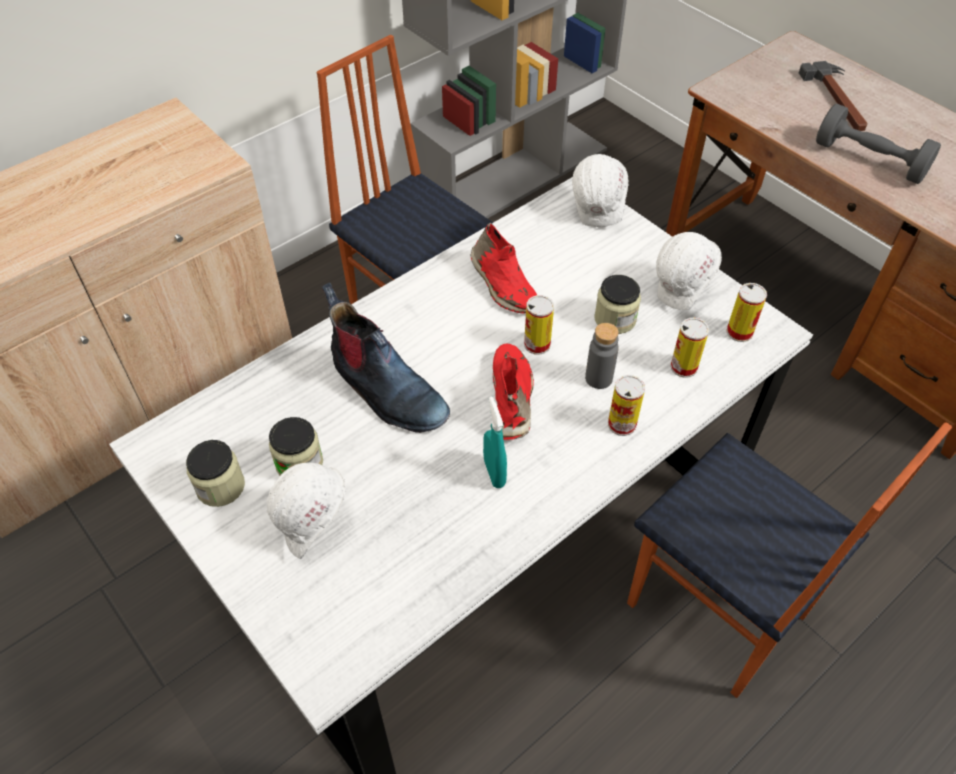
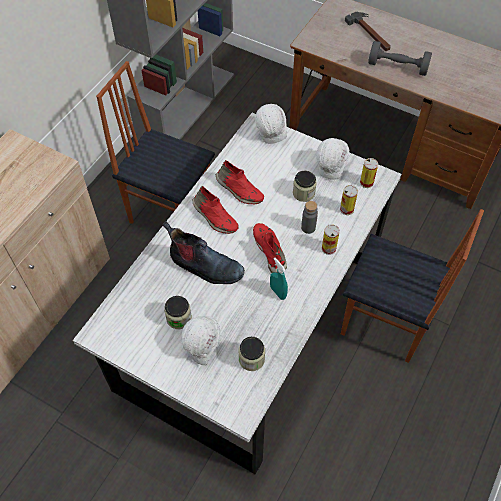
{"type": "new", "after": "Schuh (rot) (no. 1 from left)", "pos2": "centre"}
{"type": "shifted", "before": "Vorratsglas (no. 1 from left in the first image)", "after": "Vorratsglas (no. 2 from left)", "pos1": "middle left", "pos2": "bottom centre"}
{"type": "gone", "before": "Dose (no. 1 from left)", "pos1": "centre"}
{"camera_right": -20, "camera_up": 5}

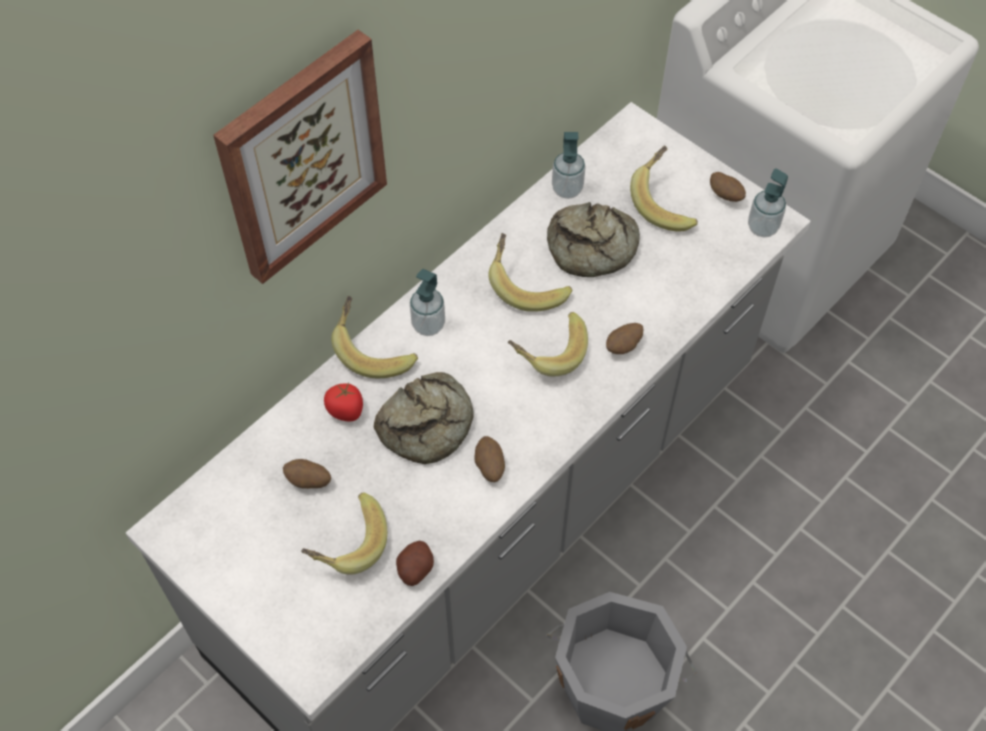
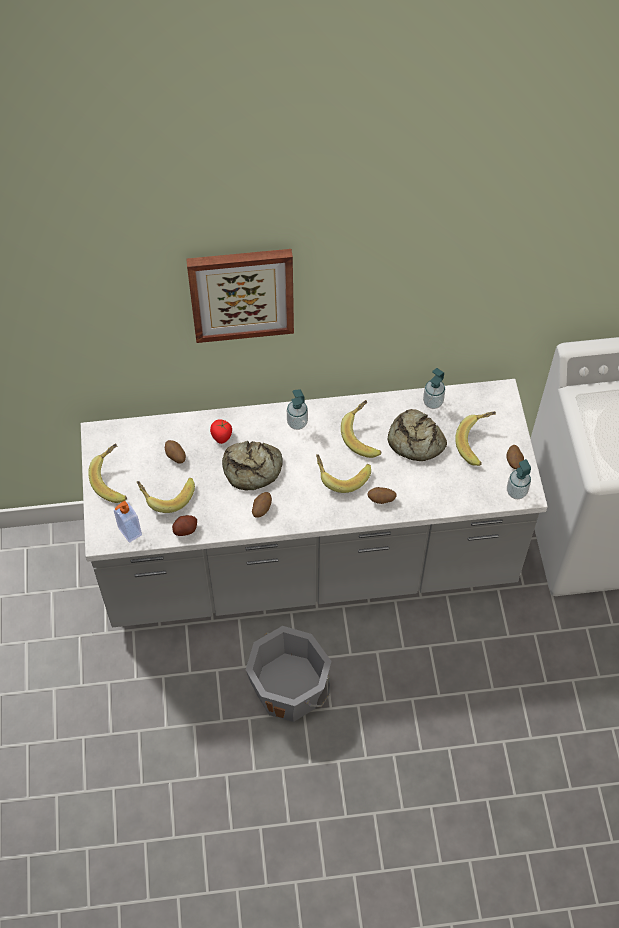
{"type": "shifted", "before": "Banane (no. 2 from left in the first image)", "after": "Banane (no. 1 from left)", "pos1": "centre", "pos2": "middle left"}
{"type": "new", "after": "Seifenspender (no. 1 from left)", "pos2": "middle left"}
{"camera_right": 40, "camera_up": 0}

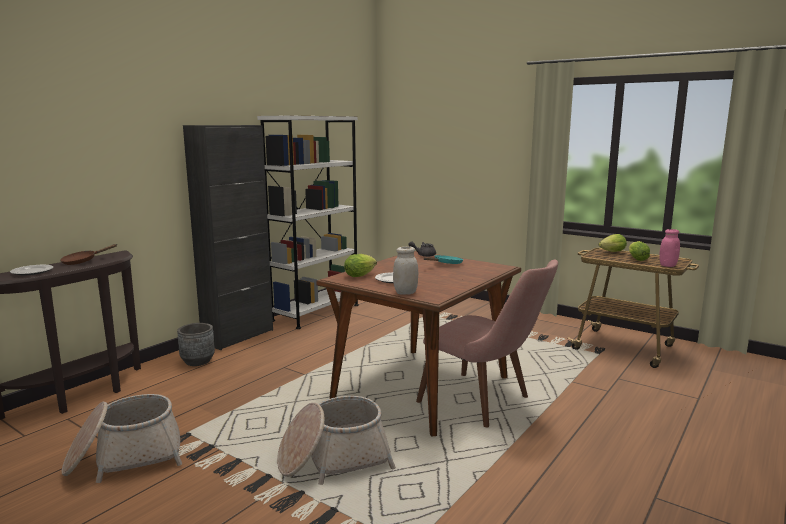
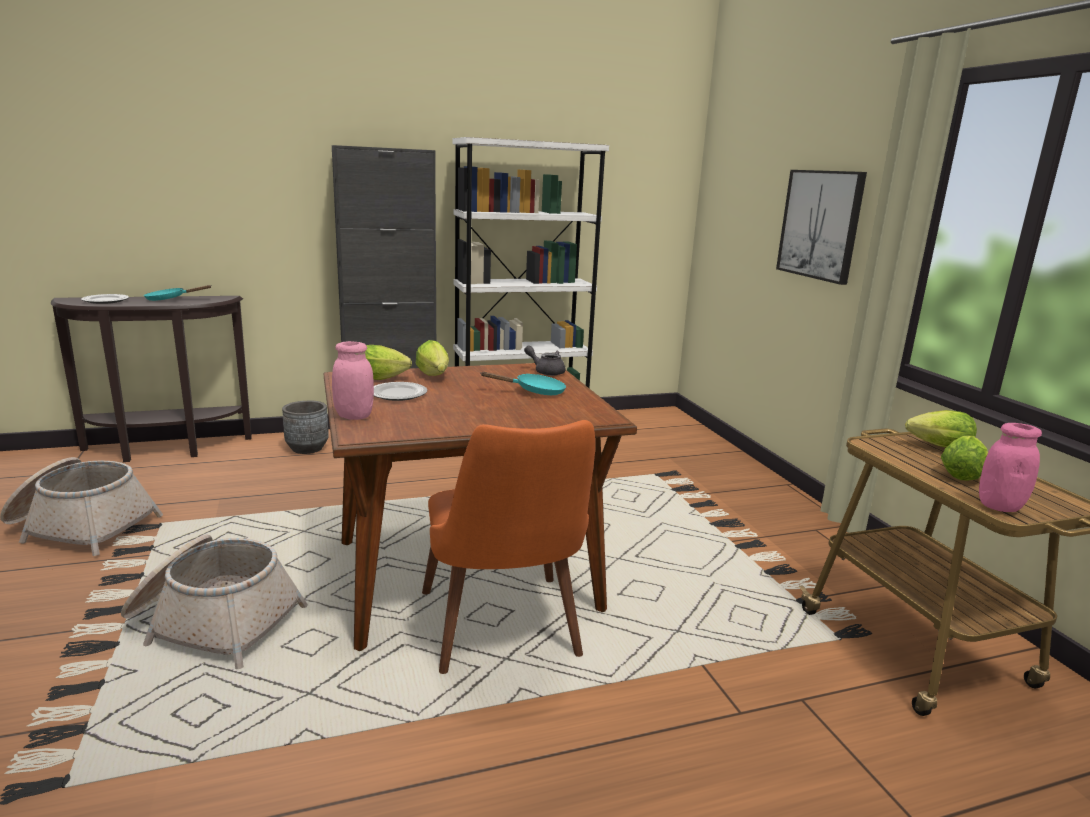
{"type": "repainted", "before": "Pfanne (braun)", "after": "Pfanne (türkis) (no. 1 from left)", "pos1": "middle left", "pos2": "middle left"}
{"type": "repainted", "before": "Vorratsglas (weiß)", "after": "Vorratsglas (rosa) (no. 1 from left)", "pos1": "centre", "pos2": "middle left"}
{"type": "new", "after": "Salatkopf (no. 2 from left)", "pos2": "centre"}
{"type": "repainted", "before": "Stuhl (rosa)", "after": "Stuhl (orange)", "pos1": "centre", "pos2": "bottom centre"}
{"type": "new", "after": "Bild", "pos2": "top right"}
{"camera_right": 35, "camera_up": 5}

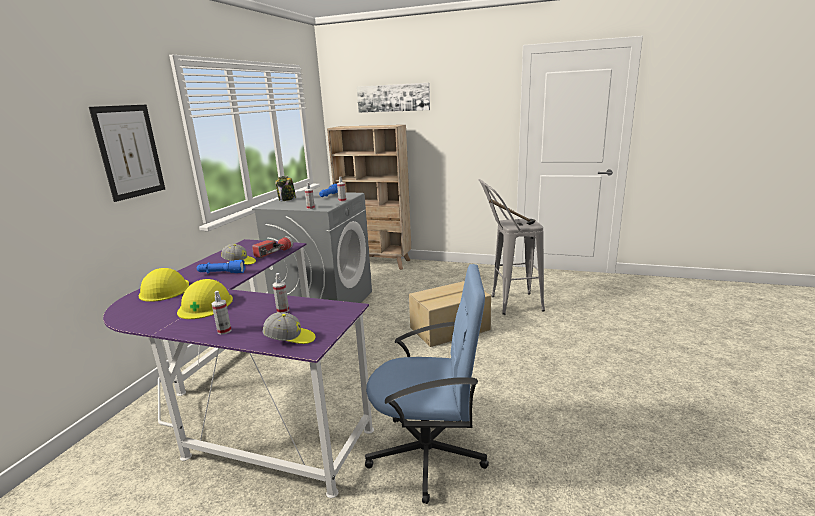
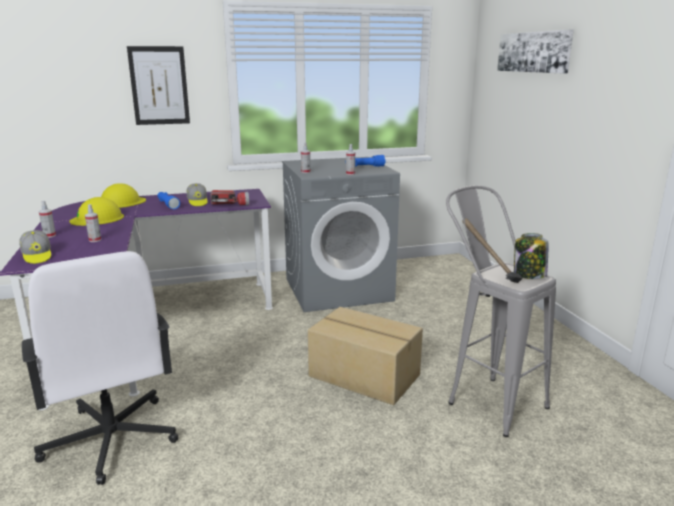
{"type": "repainted", "before": "Bürostuhl (blau)", "after": "Bürostuhl (weiß)", "pos1": "bottom centre", "pos2": "bottom left"}
{"type": "shifted", "before": "Vorratsglas", "pos1": "centre", "pos2": "middle right"}
{"type": "gone", "before": "Bücherregal (beige)", "pos1": "centre"}
{"camera_right": 55, "camera_up": 0}

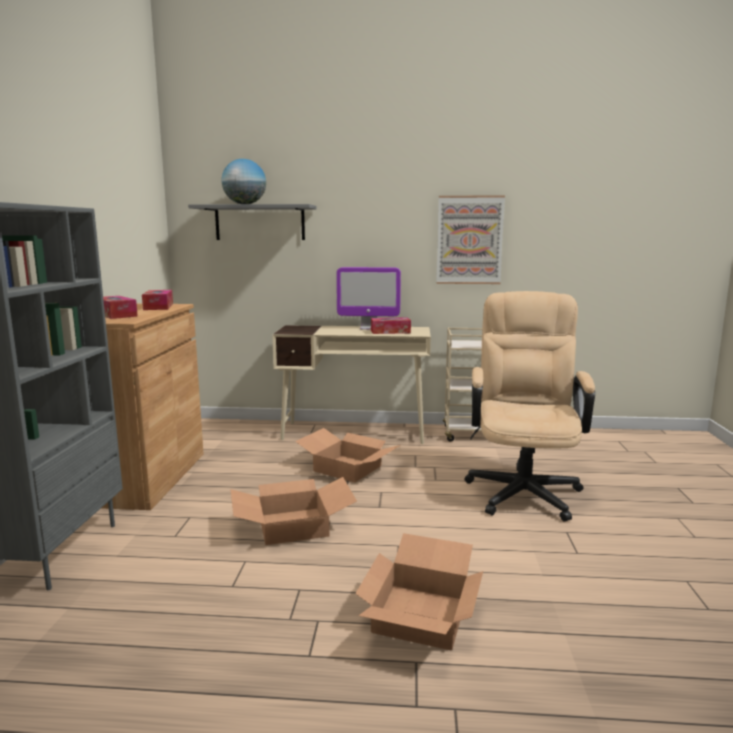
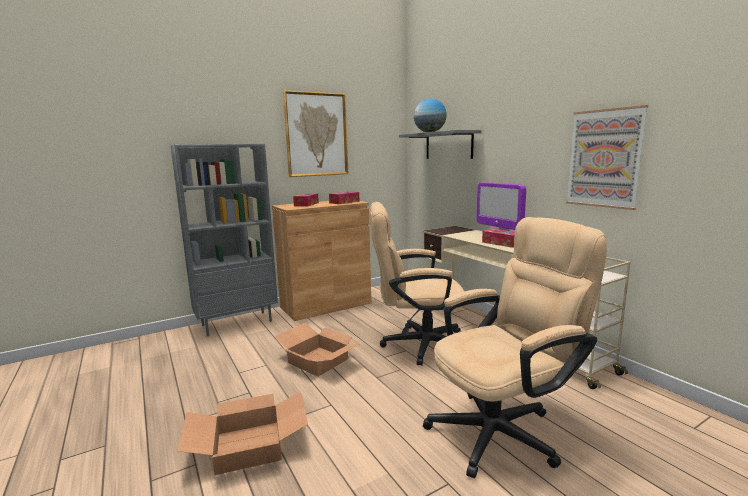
{"type": "new", "after": "Bild (no. 1 from left)", "pos2": "top centre"}
{"type": "swapped", "before": "Karton (no. 2 from left)", "after": "Bürostuhl (beige) (no. 1 from left)", "pos1": "centre", "pos2": "centre"}
{"camera_right": 55, "camera_up": 0}

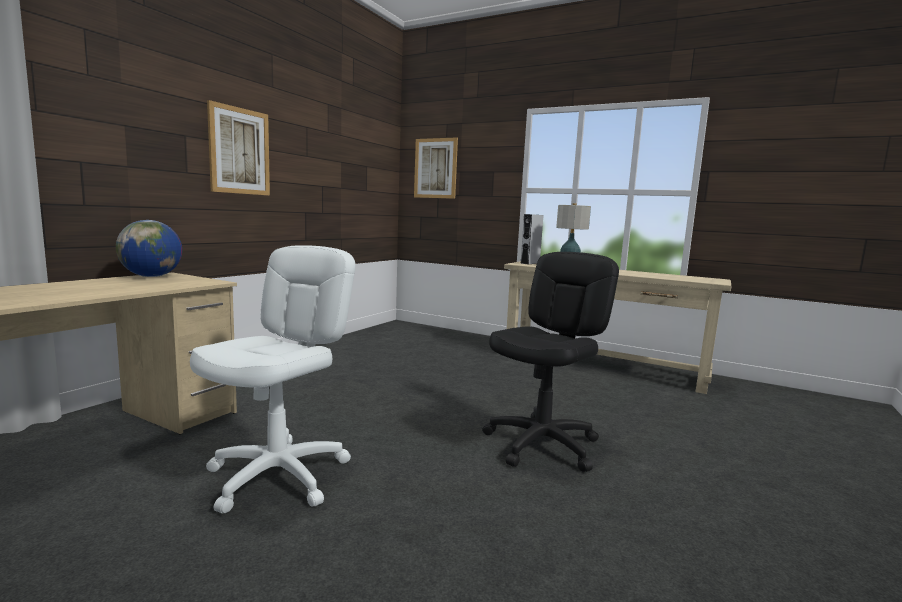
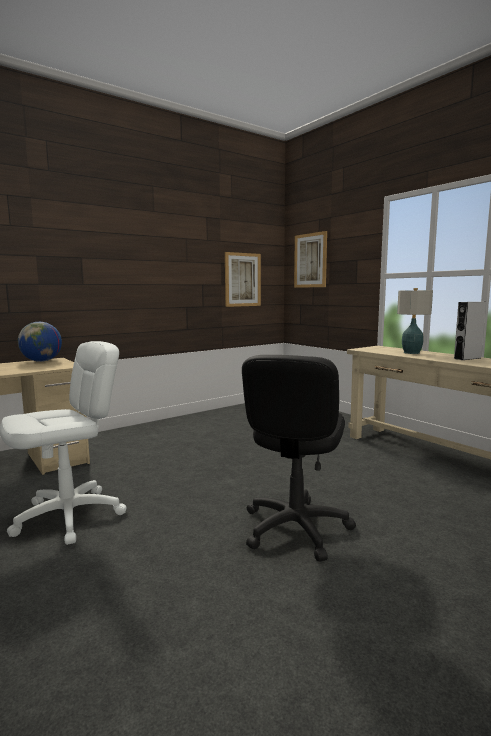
{"type": "shifted", "before": "Bild (no. 1 from left)", "pos1": "top left", "pos2": "centre"}
{"type": "rotated", "before": "Bürostuhl (schwarz)", "pos1": "centre", "pos2": "centre", "turn": 135}
{"type": "shifted", "before": "Lautsprecher (grau)", "pos1": "centre", "pos2": "middle right"}
{"camera_right": 25, "camera_up": 0}

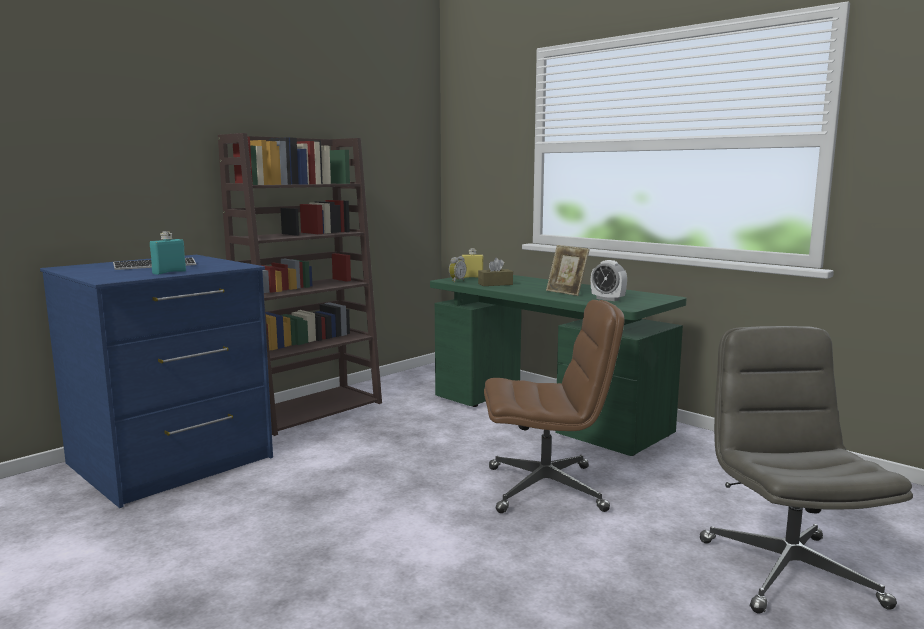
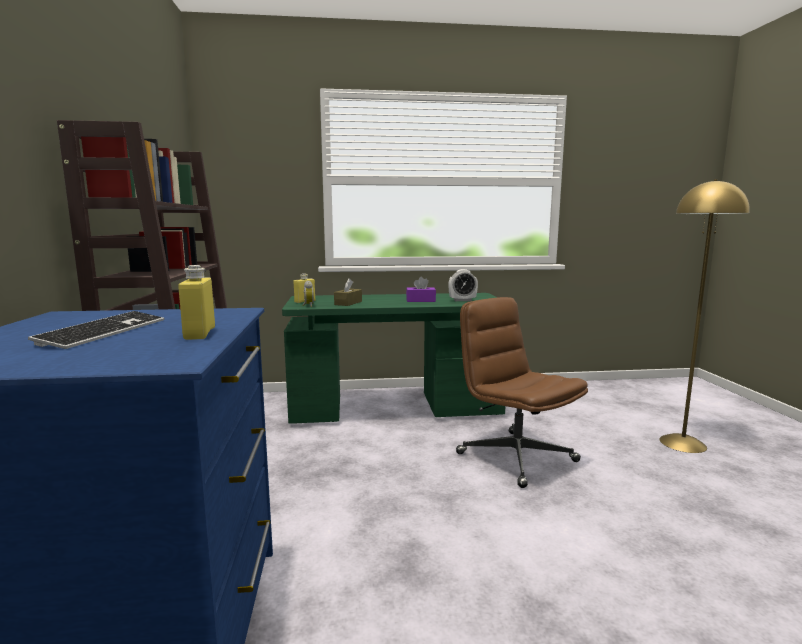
{"type": "repainted", "before": "Flasche (türkis)", "after": "Flasche (gelb) (no. 1 from left)", "pos1": "middle left", "pos2": "middle left"}
{"type": "swapped", "before": "Bilderrahmen", "after": "Taschentuchbox (lila)", "pos1": "centre", "pos2": "centre"}
{"type": "rotated", "before": "Bürostuhl (braun)", "pos1": "centre", "pos2": "centre", "turn": -75}
{"type": "swapped", "before": "Bürostuhl (grau)", "after": "Stehlampe (gelb)", "pos1": "bottom right", "pos2": "middle right"}
{"camera_right": -50, "camera_up": 0}

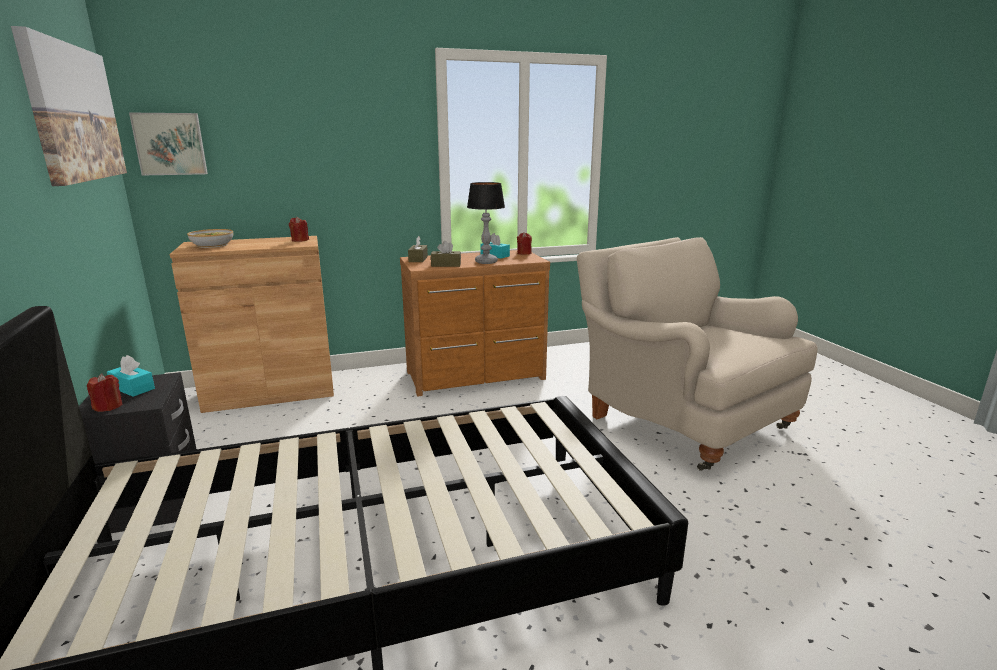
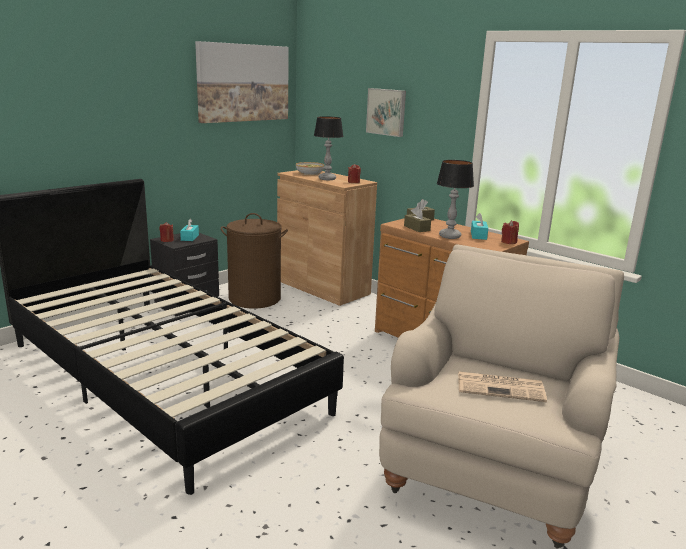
{"type": "new", "after": "Wäschekorb (braun)", "pos2": "centre"}
{"type": "new", "after": "Tischlampe (no. 1 from left)", "pos2": "top centre"}
{"type": "shifted", "before": "Bild (no. 2 from left)", "pos1": "top left", "pos2": "top centre"}
{"type": "new", "after": "Zeitung", "pos2": "bottom right"}
{"camera_right": 60, "camera_up": 0}

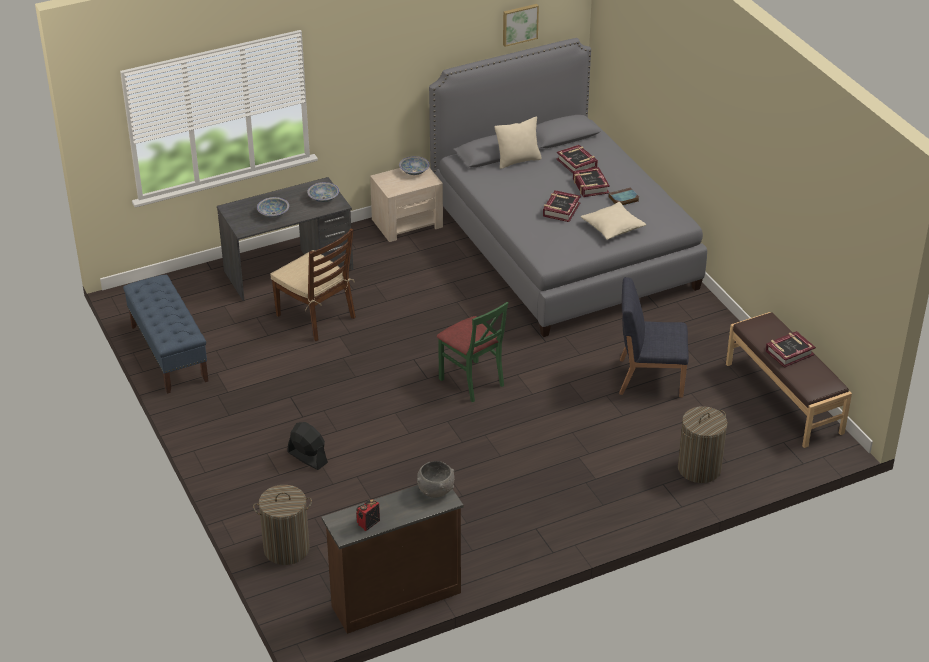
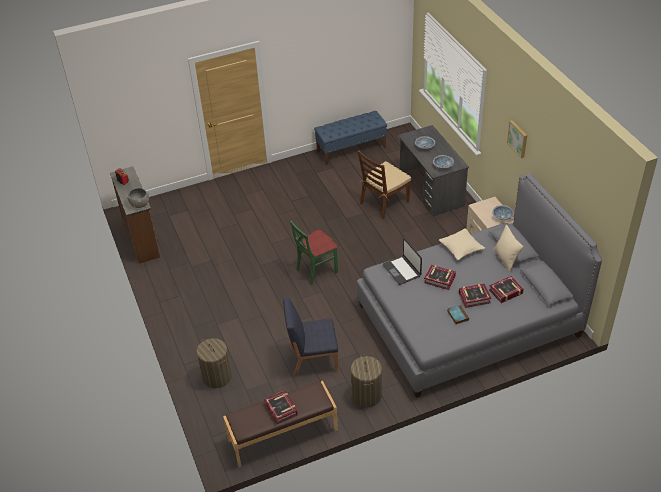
{"type": "rotated", "before": "Stuhl (blau)", "pos1": "middle right", "pos2": "bottom centre", "turn": -105}
{"type": "shifted", "before": "Wäschekorb (no. 1 from left in the first image)", "after": "Wäschekorb (no. 2 from left)", "pos1": "bottom left", "pos2": "bottom centre"}
{"type": "new", "after": "Laptop", "pos2": "centre"}
{"type": "shifted", "before": "Kissen (beige) (no. 2 from left in the first image)", "after": "Kissen (beige) (no. 1 from left)", "pos1": "centre", "pos2": "middle right"}
{"type": "shifted", "before": "Bild", "pos1": "top centre", "pos2": "top right"}
{"type": "gone", "before": "Ventilator (schwarz)", "pos1": "bottom left"}
{"camera_right": 95, "camera_up": 5}

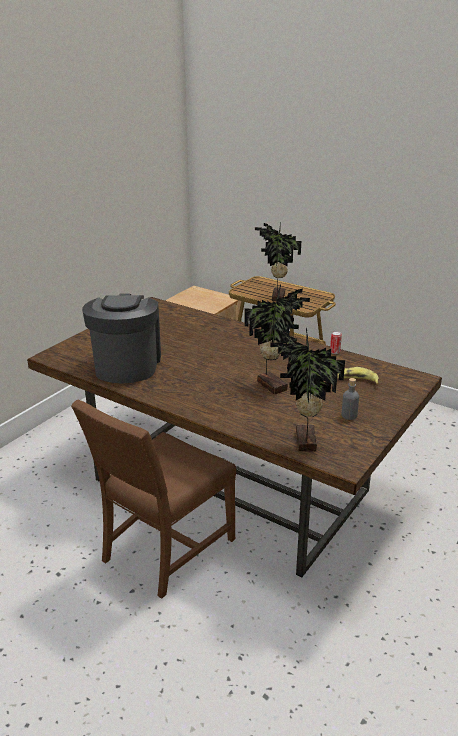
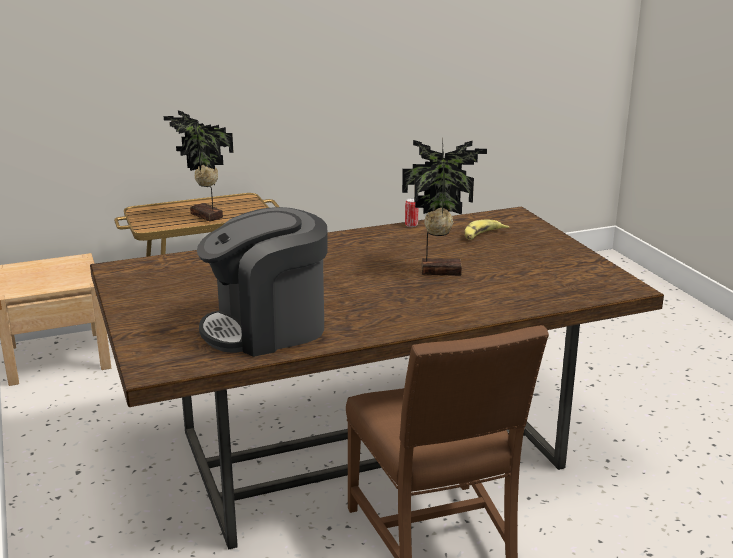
{"type": "rotated", "before": "Kaffeemaschine", "pos1": "middle left", "pos2": "centre", "turn": -60}
{"type": "gone", "before": "Topfpflanze (no. 3 from left)", "pos1": "middle right"}
{"type": "gone", "before": "Flasche (grau)", "pos1": "middle right"}
{"camera_right": -55, "camera_up": -5}

